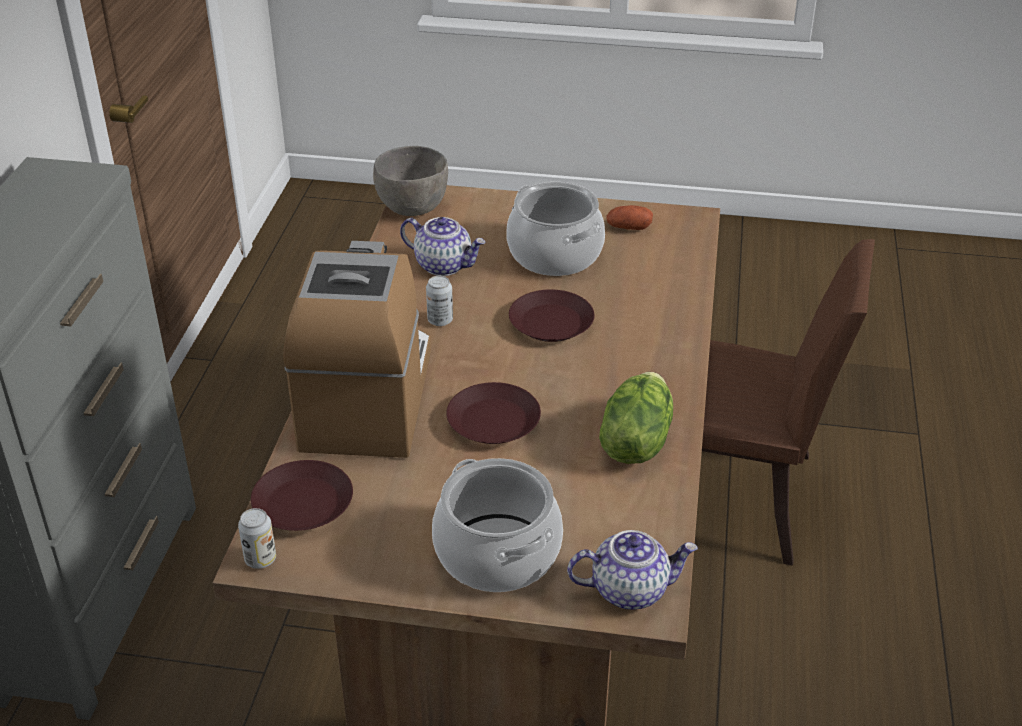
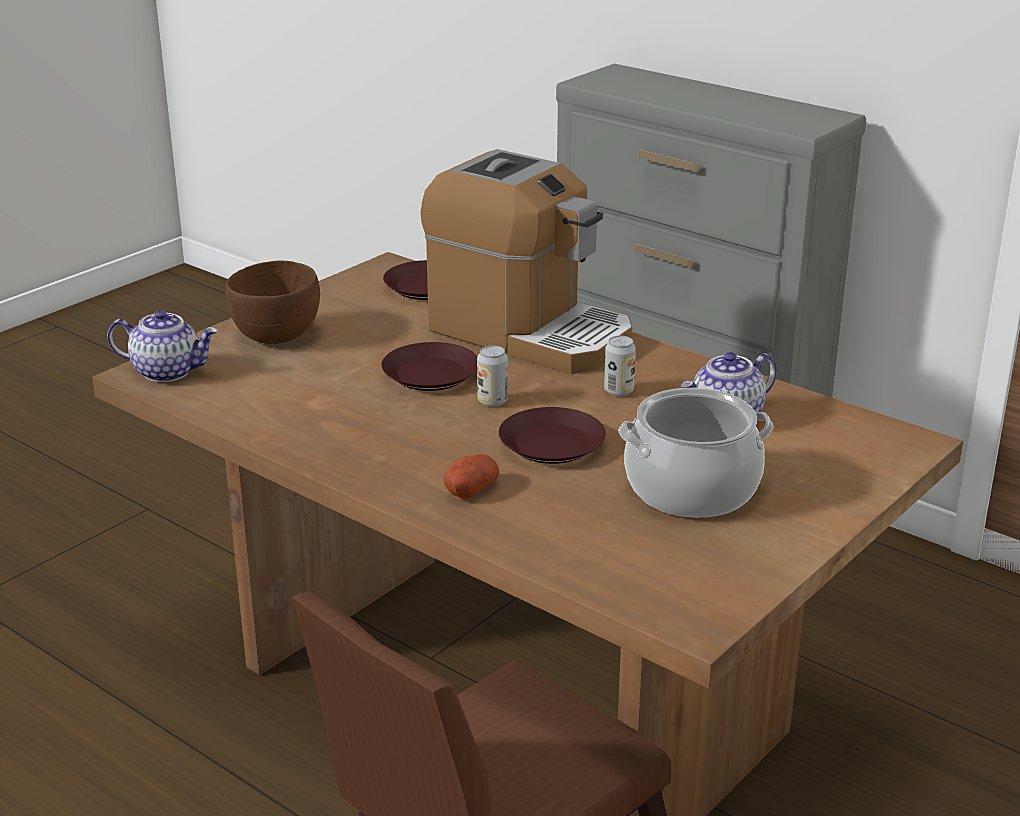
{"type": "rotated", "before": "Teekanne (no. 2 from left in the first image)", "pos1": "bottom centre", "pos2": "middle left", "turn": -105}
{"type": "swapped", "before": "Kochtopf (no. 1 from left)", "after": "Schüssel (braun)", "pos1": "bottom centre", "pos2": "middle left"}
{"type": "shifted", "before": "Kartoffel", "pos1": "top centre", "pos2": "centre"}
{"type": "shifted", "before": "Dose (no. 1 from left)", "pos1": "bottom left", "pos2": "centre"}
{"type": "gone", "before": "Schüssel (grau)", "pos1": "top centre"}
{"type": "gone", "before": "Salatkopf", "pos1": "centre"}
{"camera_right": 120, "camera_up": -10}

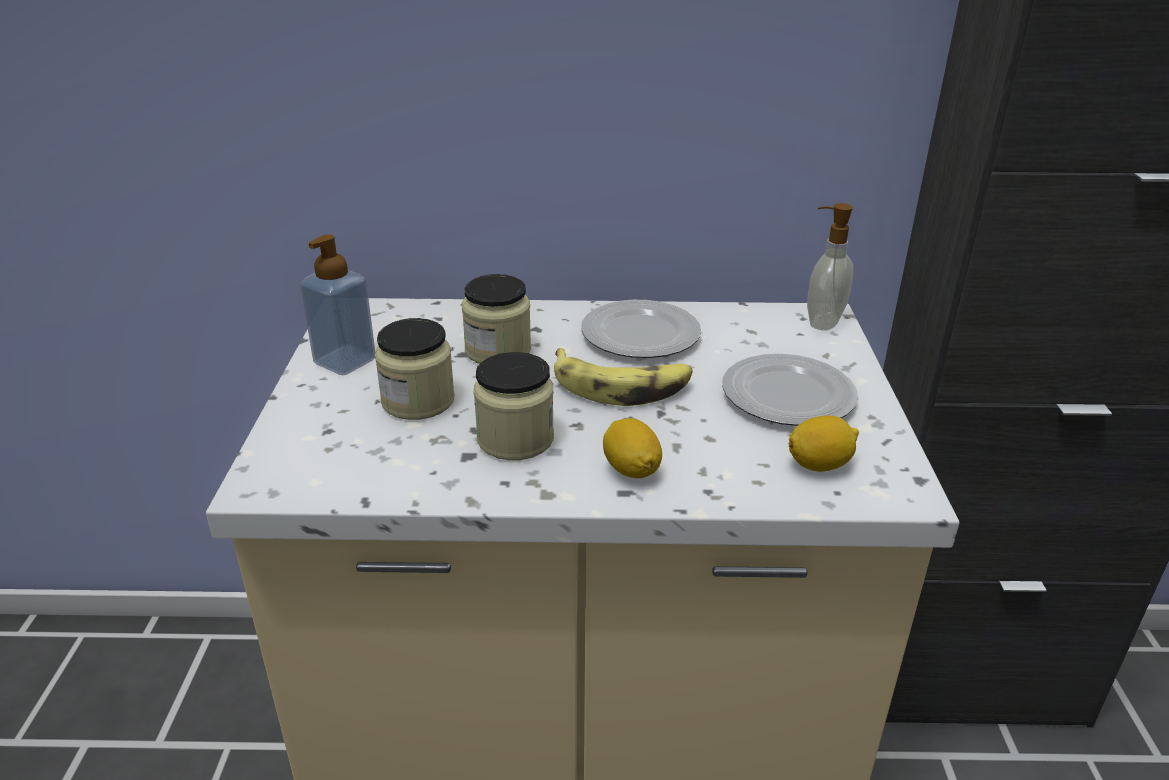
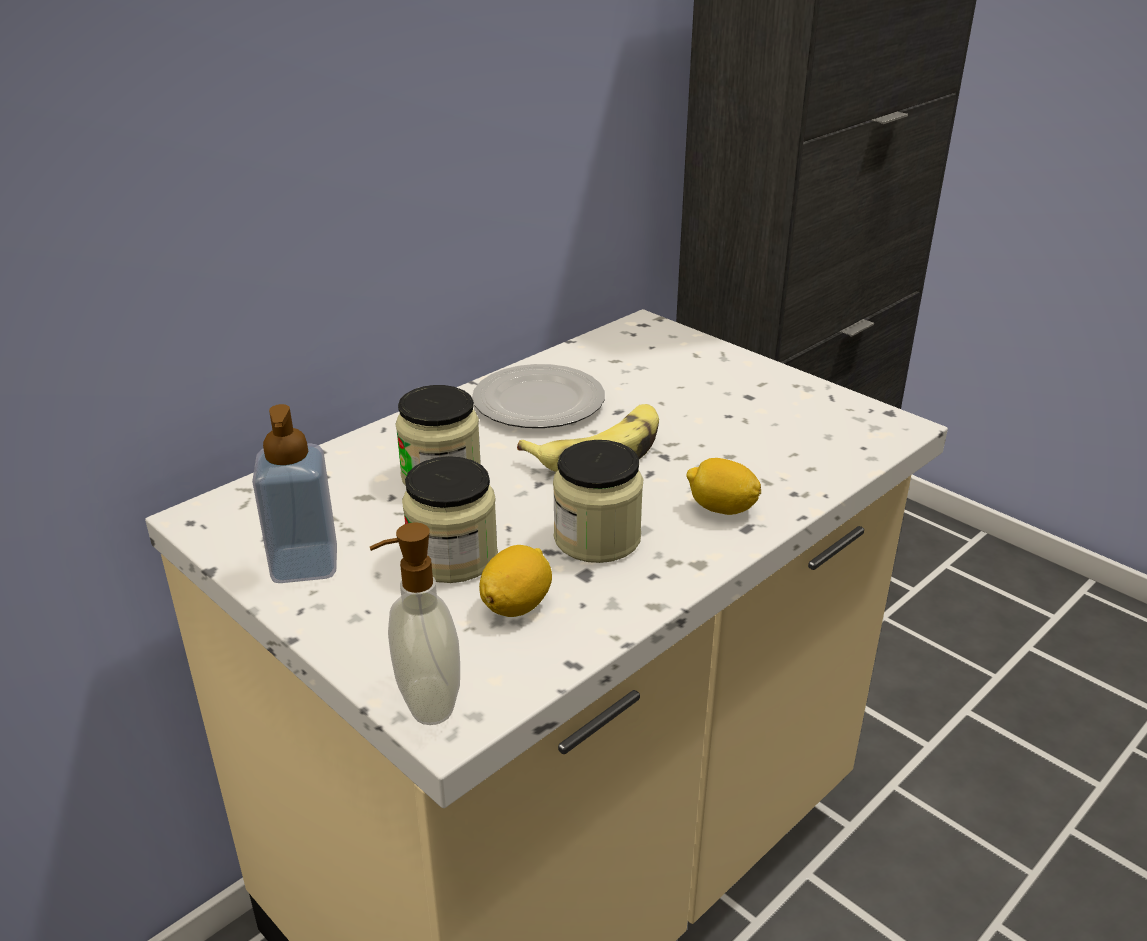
{"type": "shifted", "before": "Seifenspender (no. 2 from left)", "pos1": "middle right", "pos2": "centre"}
{"type": "shifted", "before": "Zitrone (no. 2 from left in the first image)", "after": "Zitrone (no. 1 from left)", "pos1": "middle right", "pos2": "centre"}
{"type": "gone", "before": "Teller (no. 2 from left)", "pos1": "middle right"}
{"camera_right": -45, "camera_up": 0}

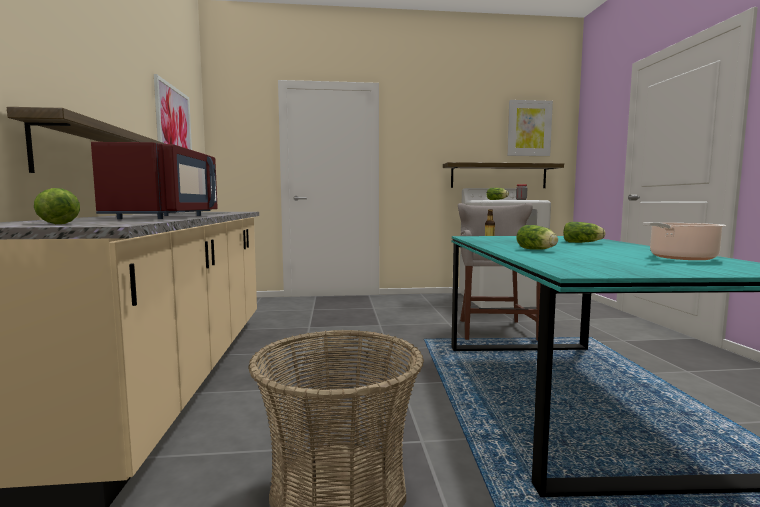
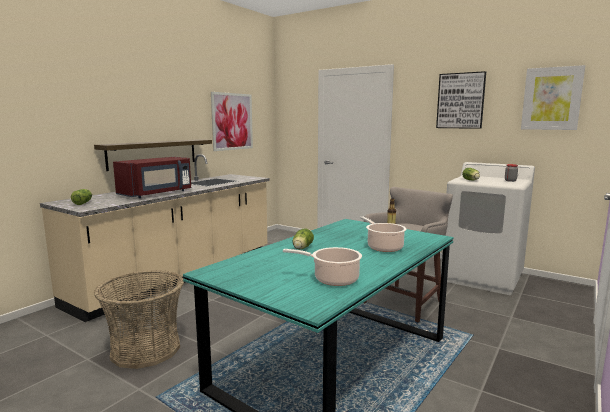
{"type": "swapped", "before": "Salatkopf (no. 4 from left)", "after": "Kochtopf (no. 2 from left)", "pos1": "middle right", "pos2": "centre"}
{"type": "new", "after": "Bild (no. 2 from left)", "pos2": "top right"}
{"type": "gone", "before": "Wandregal (no. 2 from left)", "pos1": "centre"}
{"camera_right": 40, "camera_up": 5}

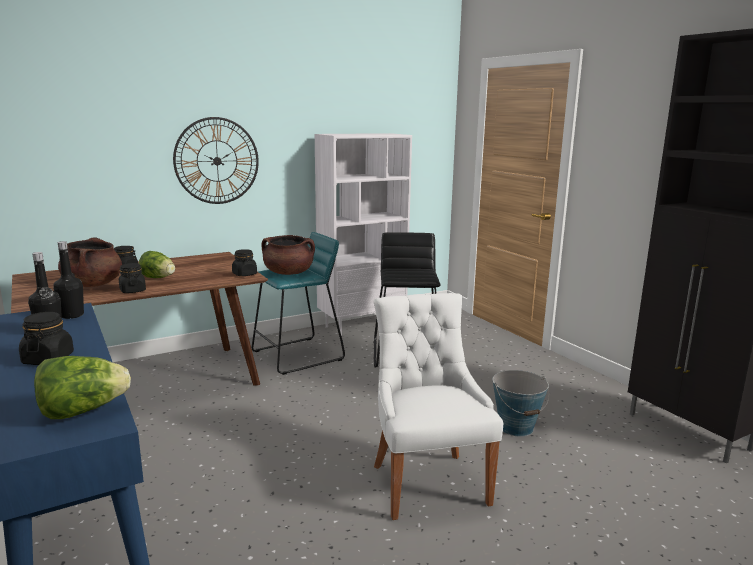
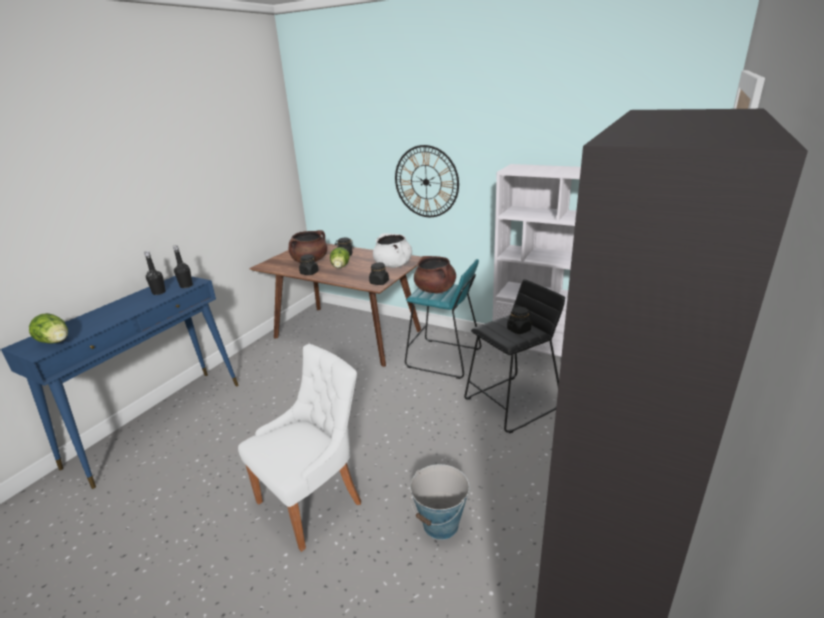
{"type": "new", "after": "Kochtopf (weiß)", "pos2": "centre"}
{"type": "shifted", "before": "Vorratsglas (schwarz) (no. 1 from left in the first image)", "after": "Vorratsglas (schwarz) (no. 4 from left)", "pos1": "middle left", "pos2": "centre"}
{"camera_right": 60, "camera_up": 10}

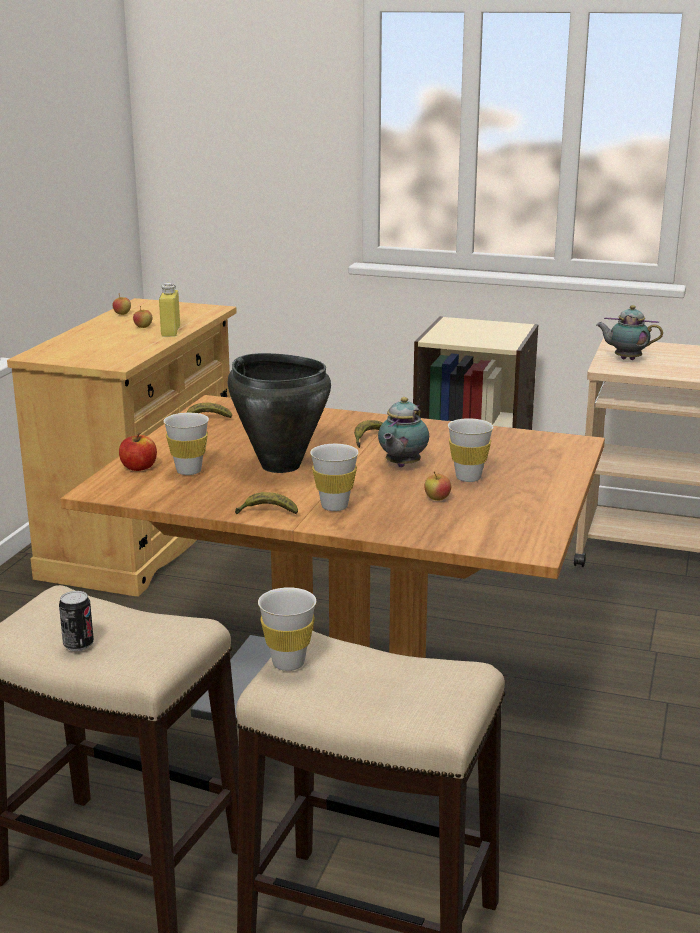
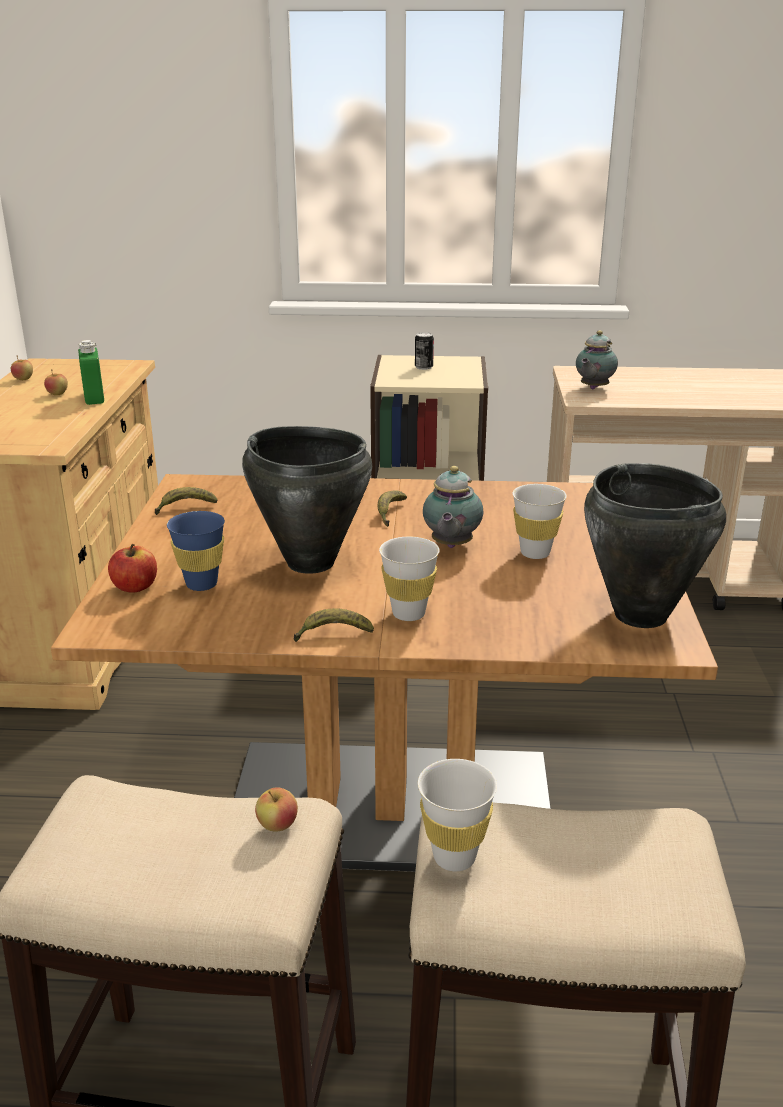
{"type": "repainted", "before": "Flasche (gelb)", "after": "Flasche (grün)", "pos1": "top left", "pos2": "middle left"}
{"type": "repainted", "before": "Tasse (weiß) (no. 1 from left)", "after": "Tasse (blau)", "pos1": "middle left", "pos2": "middle left"}
{"type": "shifted", "before": "Apfel (no. 4 from left)", "pos1": "centre", "pos2": "bottom centre"}
{"type": "shifted", "before": "Dose", "pos1": "middle left", "pos2": "top centre"}
{"type": "rotated", "before": "Teekanne (no. 2 from left)", "pos1": "middle right", "pos2": "top right", "turn": -60}
{"type": "new", "after": "Kochtopf (schwarz) (no. 2 from left)", "pos2": "middle right"}
{"camera_right": -15, "camera_up": 5}

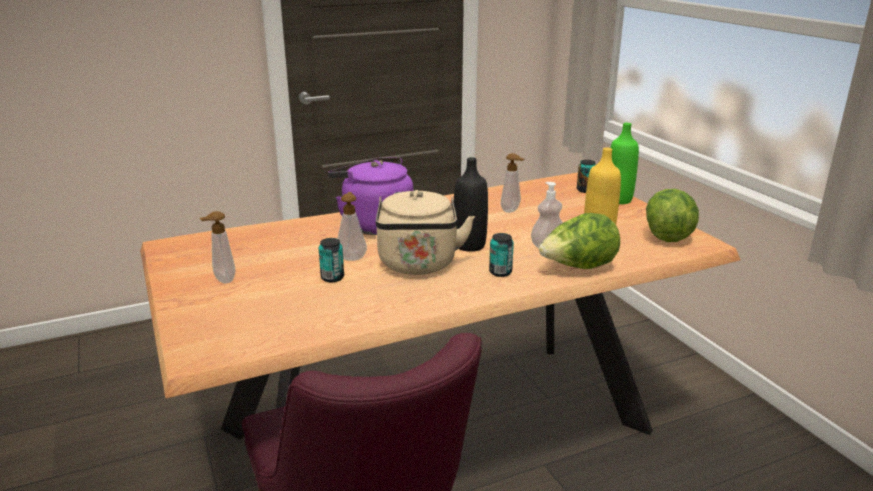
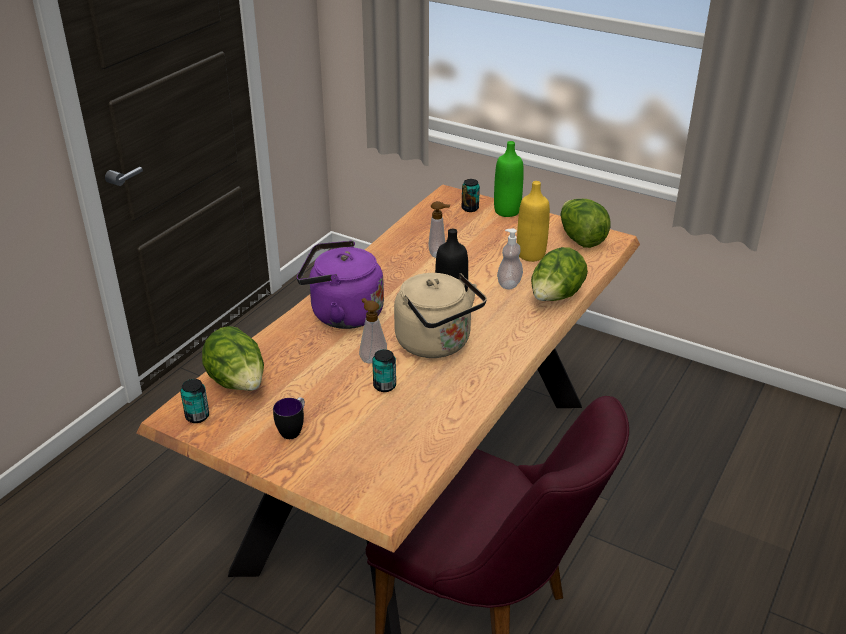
{"type": "shifted", "before": "Dose (no. 2 from left in the first image)", "after": "Dose (no. 1 from left)", "pos1": "centre", "pos2": "middle left"}
{"type": "new", "after": "Salatkopf (no. 1 from left)", "pos2": "middle left"}
{"type": "swapped", "before": "Seifenspender (no. 1 from left)", "after": "Henkelbecher", "pos1": "middle left", "pos2": "centre"}
{"camera_right": -35, "camera_up": 10}

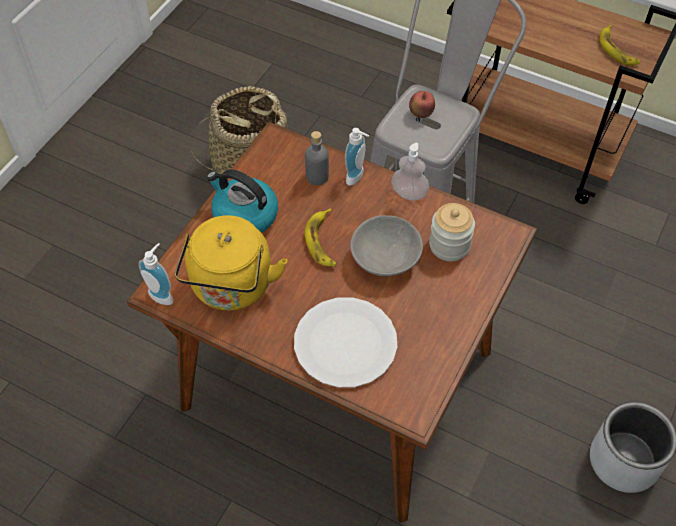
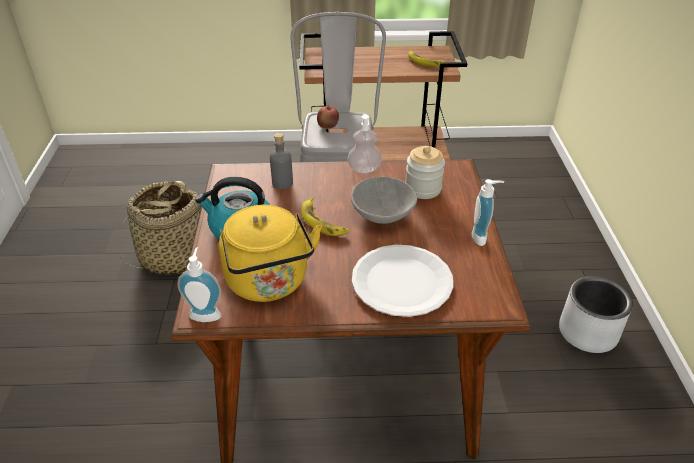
{"type": "shifted", "before": "Seifenspender (no. 2 from left in the first image)", "after": "Seifenspender (no. 3 from left)", "pos1": "top centre", "pos2": "middle right"}
{"camera_right": -30, "camera_up": -15}

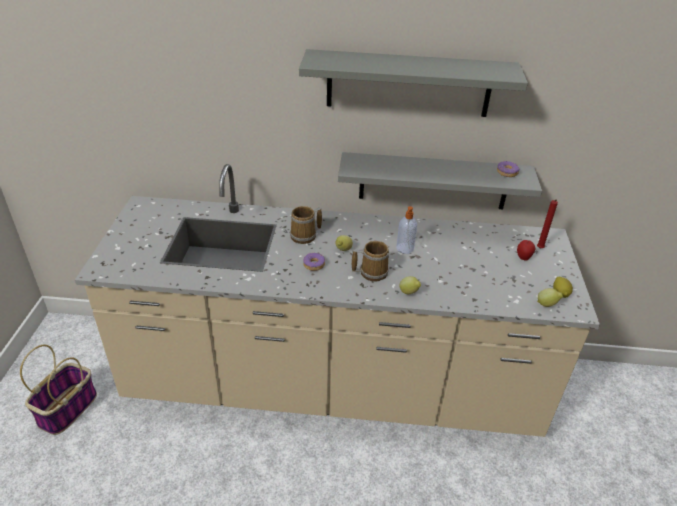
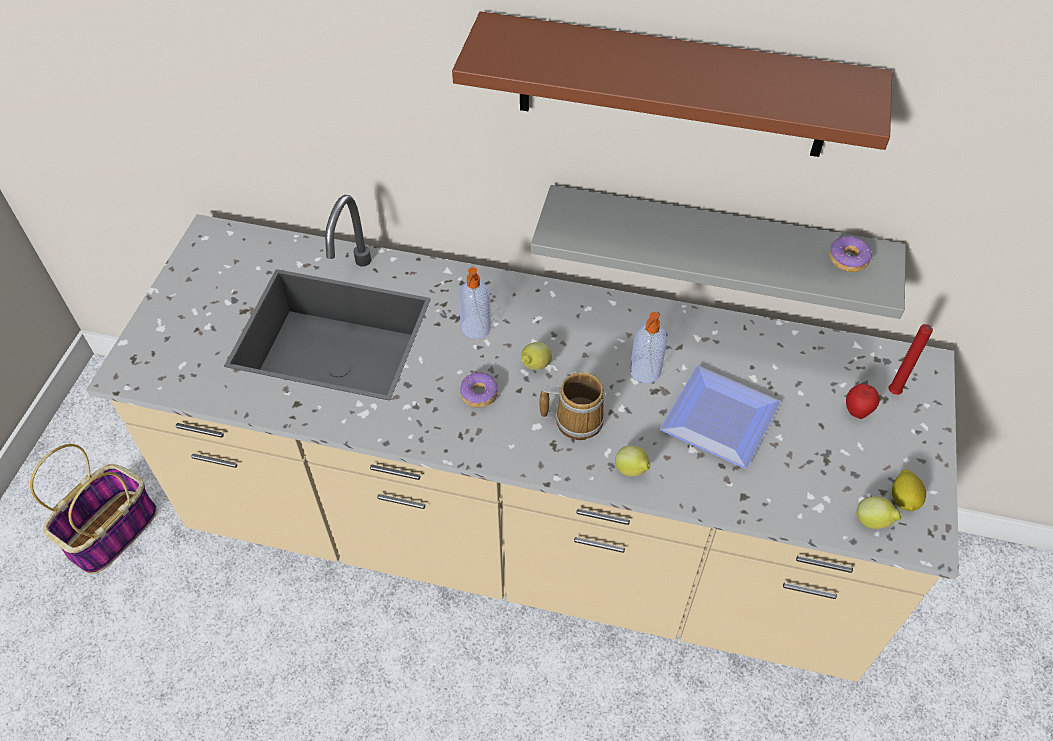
{"type": "repainted", "before": "Wandregal (grau) (no. 1 from left)", "after": "Wandregal (braun)", "pos1": "top centre", "pos2": "top centre"}
{"type": "swapped", "before": "Henkelbecher (no. 1 from left)", "after": "Seifenspender (no. 1 from left)", "pos1": "centre", "pos2": "centre"}
{"type": "new", "after": "Teller", "pos2": "middle right"}
{"camera_right": 10, "camera_up": 15}

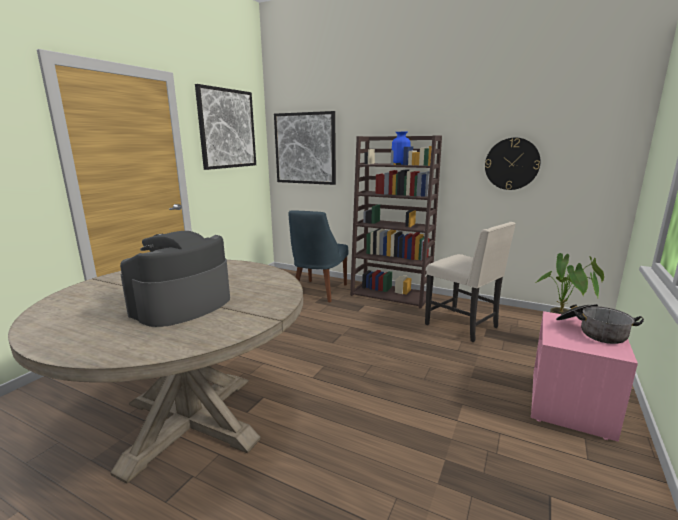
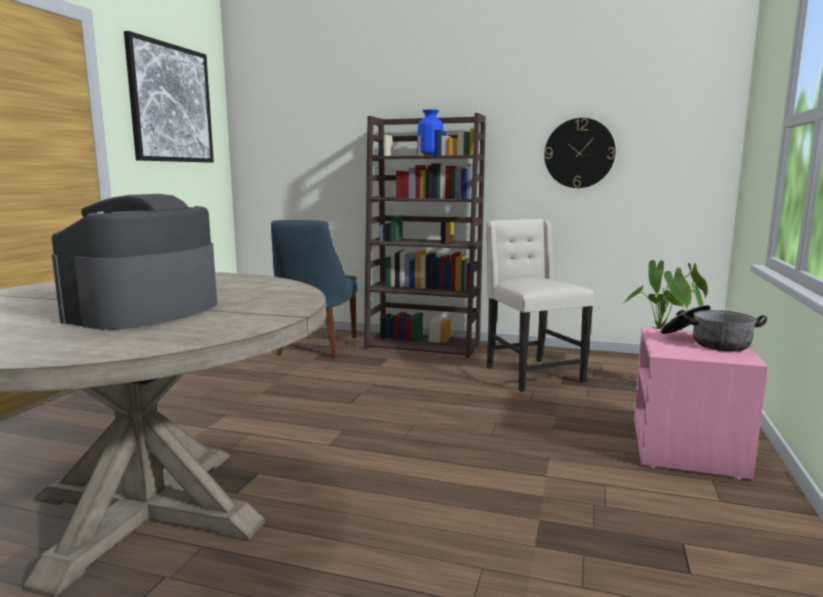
{"type": "rotated", "before": "Stuhl (beige)", "pos1": "middle right", "pos2": "centre", "turn": -150}
{"type": "gone", "before": "Bild (no. 2 from left)", "pos1": "top centre"}
{"camera_right": -10, "camera_up": -5}

